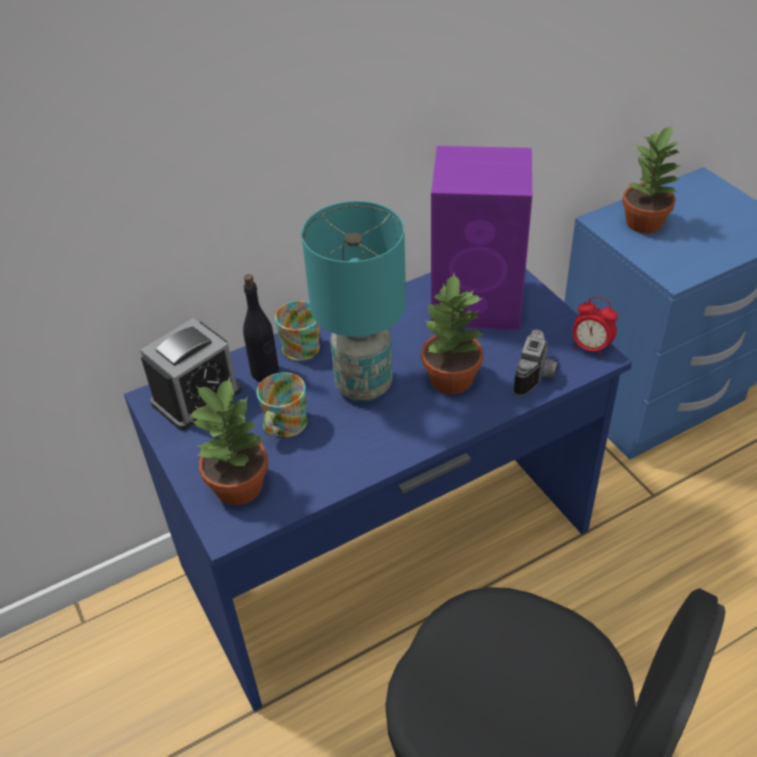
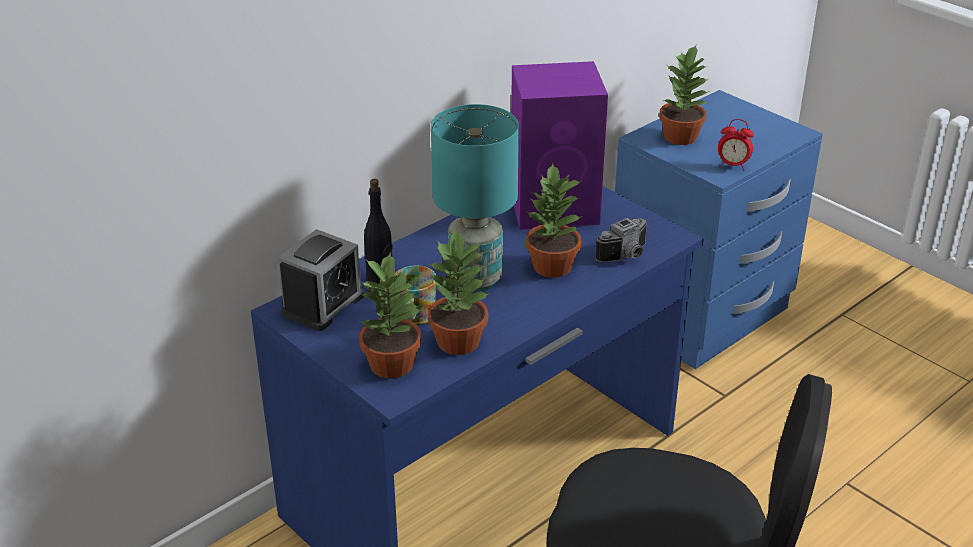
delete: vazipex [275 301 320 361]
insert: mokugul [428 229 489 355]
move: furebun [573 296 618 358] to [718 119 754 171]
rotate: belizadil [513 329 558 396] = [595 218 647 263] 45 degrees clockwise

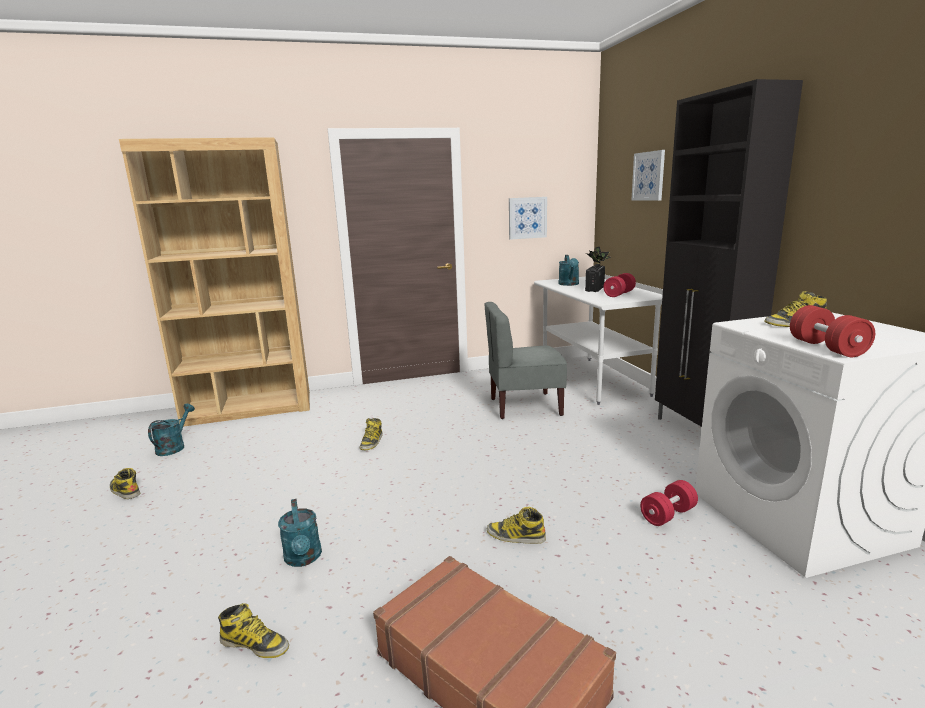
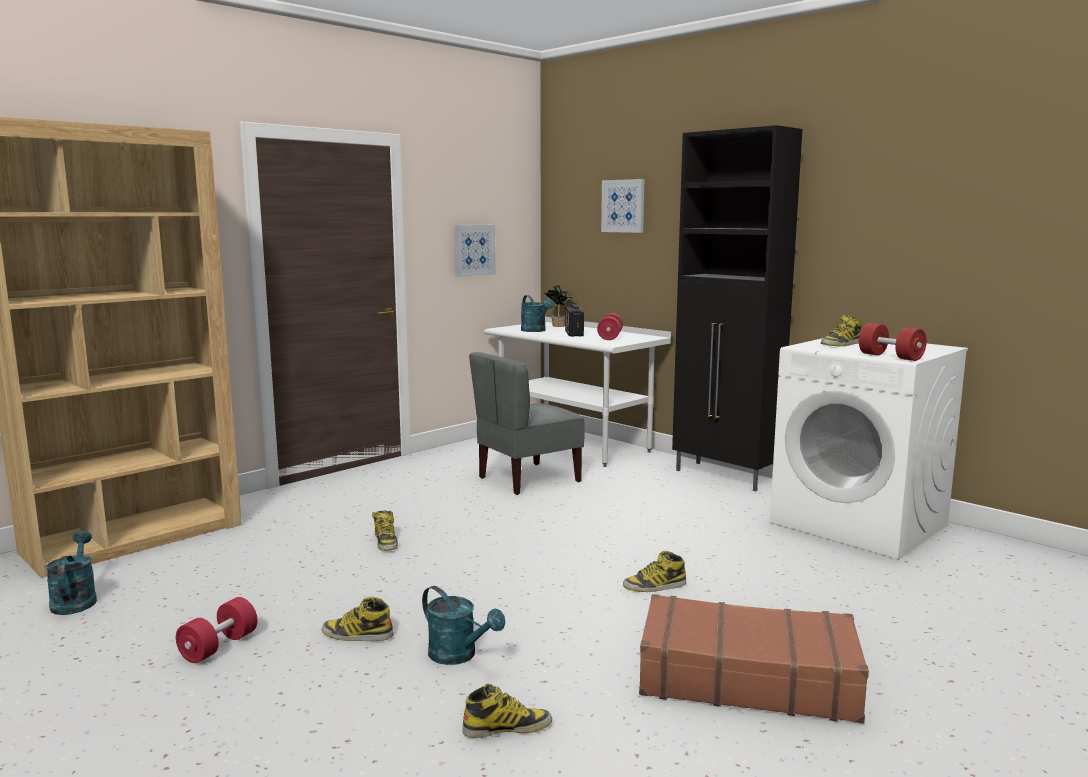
move: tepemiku [110 468 140 499] to [322 597 394 641]; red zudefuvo [640 480 698 526] to [176 597 257 663]

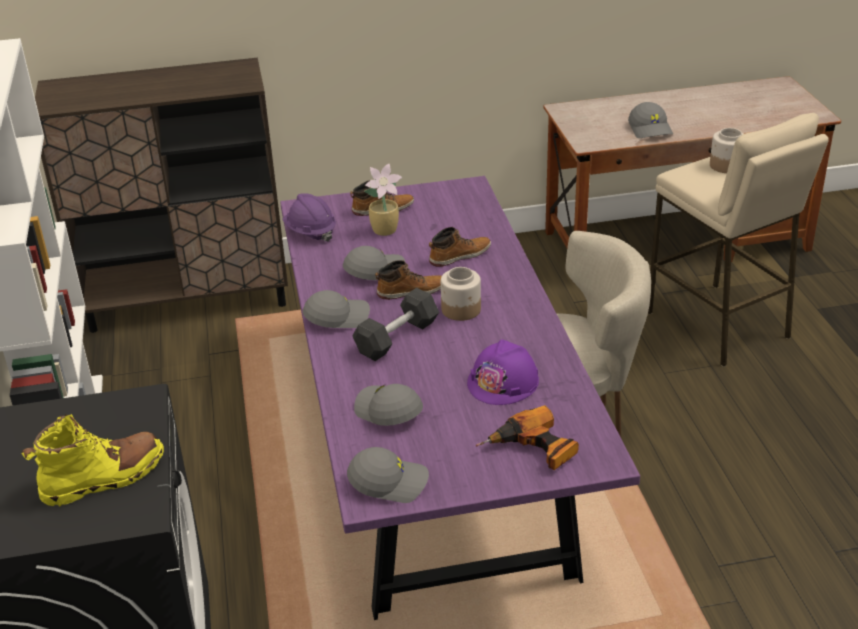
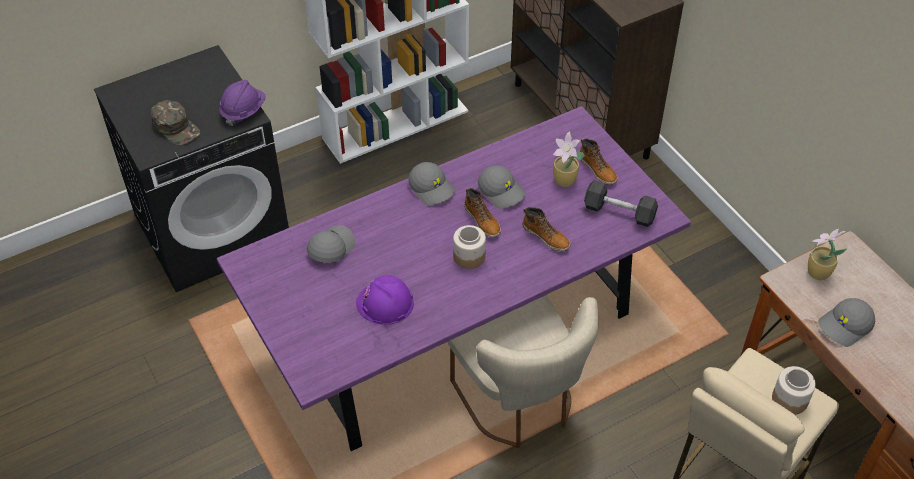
delete: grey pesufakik [347 447 429 503]; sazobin [476 405 579 470]
insert: mokugul [808 229 847 280]
move: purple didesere [282 193 336 242] to [219 80 266 126]; grey zudefuvo [352 288 439 361] to [584 180 658 227]
replace: yellow tepemiku [21 414 164 507] to green pesufakik [151 100 200 145]

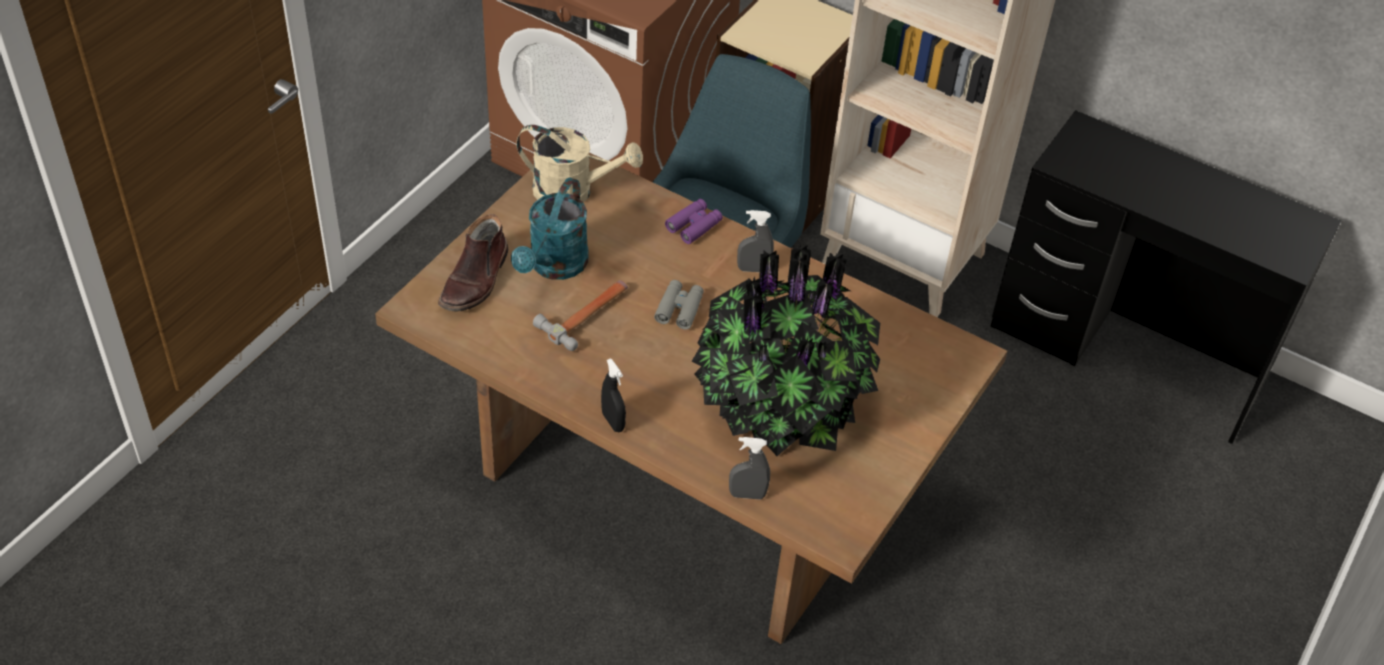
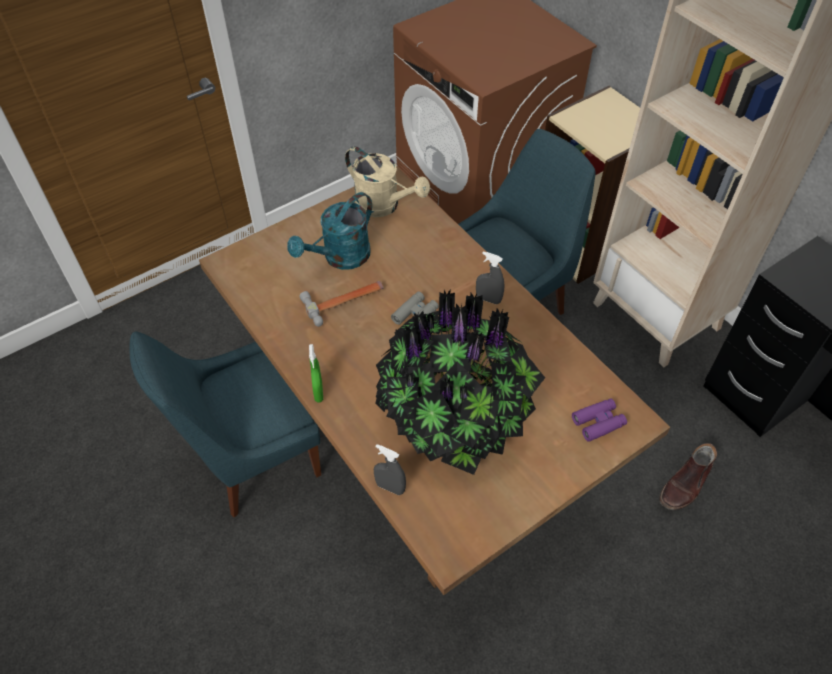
insert: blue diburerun [129 331 321 518]
move: brown tepemiku [438 214 508 312] to [659 443 717 510]; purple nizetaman [665 199 723 244] to [572 398 627 442]
recolor: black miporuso [601 358 626 432] to green miporuso [309 344 323 402]

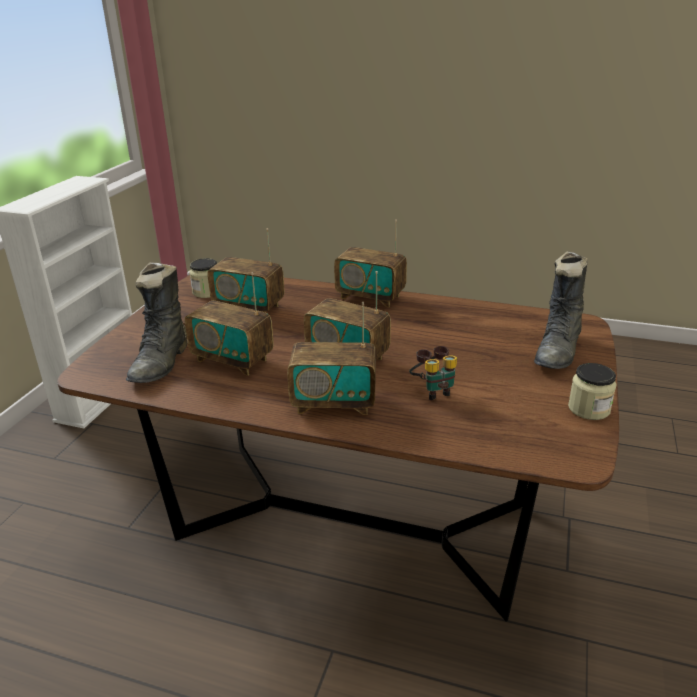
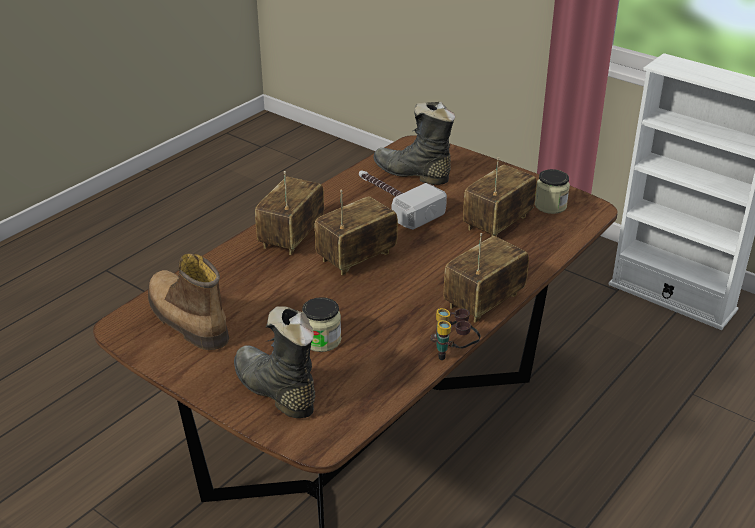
insert: tepemiku [148 254 229 350]
move: nizetaman [409 346 457 400] to [430 308 481 360]; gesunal [568 363 617 420] to [302 297 341 352]
replace: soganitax [185 273 274 376] to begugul [359 170 447 230]

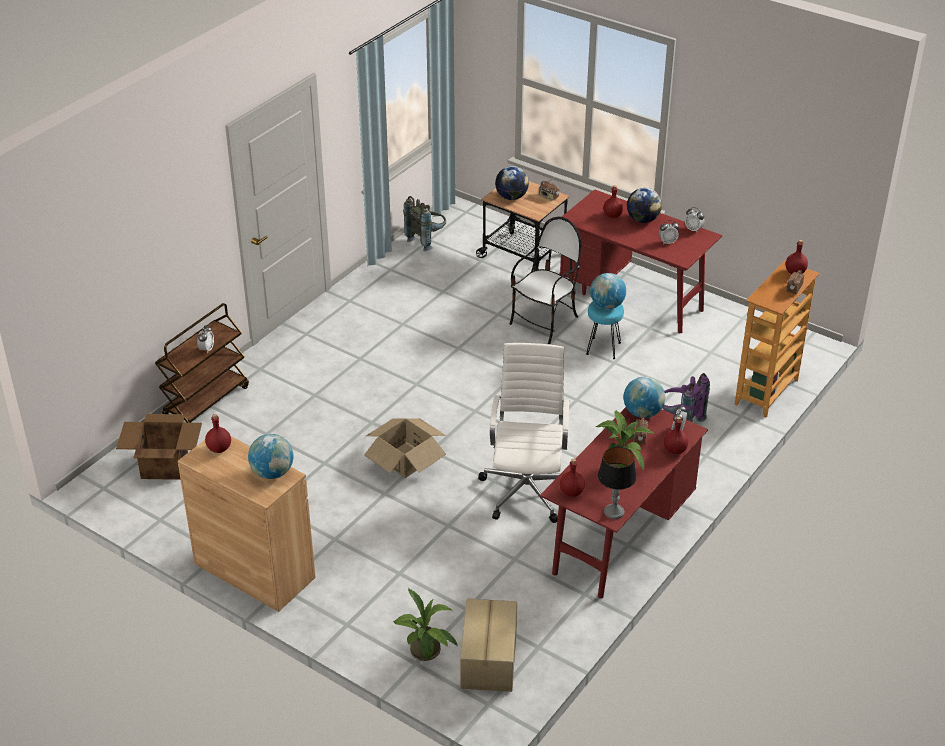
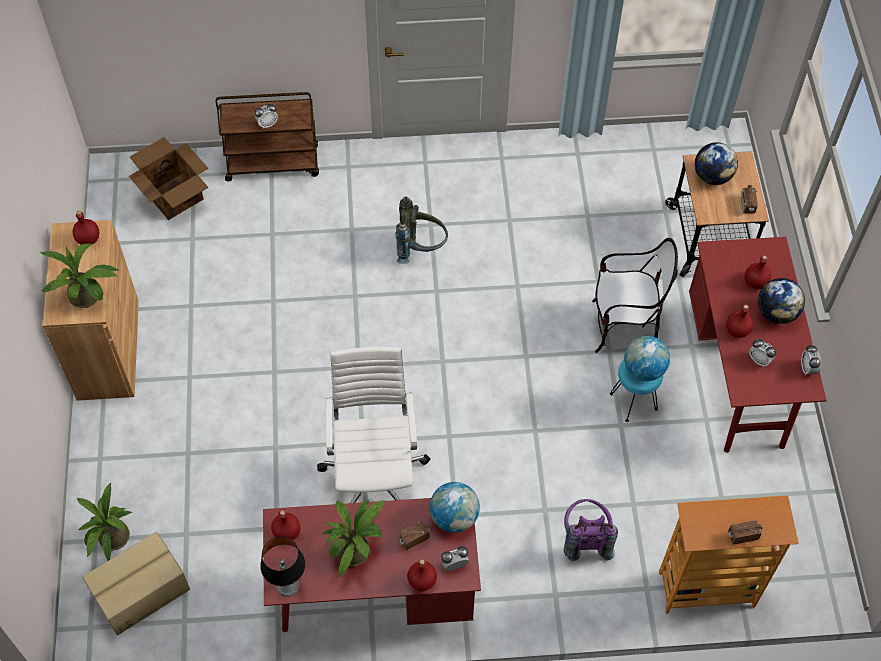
delete: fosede [364 418 446 478]
move: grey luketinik [403 196 446 251] to [395 197 448 264]; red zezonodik [786 240 808 274] to [726 305 753 338]
replace: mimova [248 434 293 479] to mokugul [41 243 120 308]
rotate: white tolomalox [478 343 569 523] = [317 347 430 503] 60 degrees counterclockwise

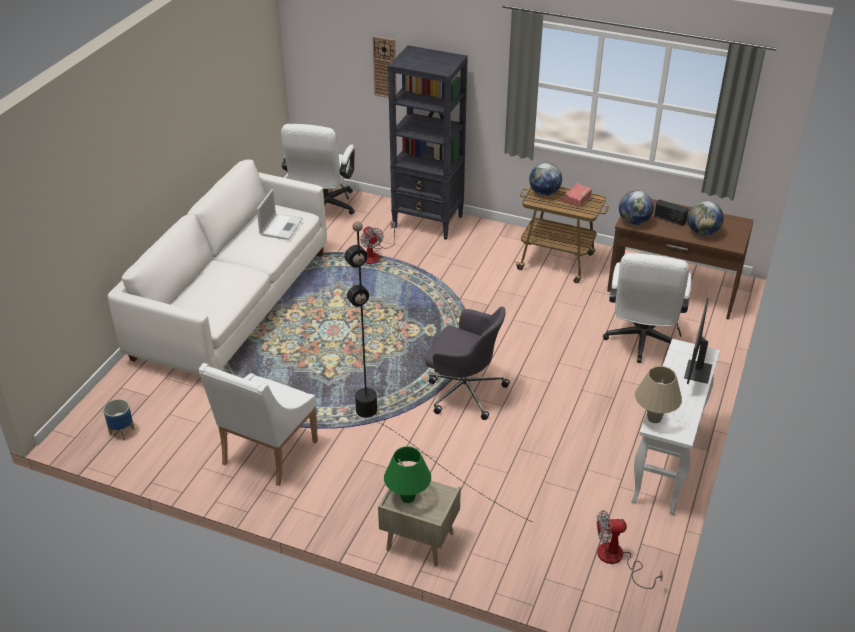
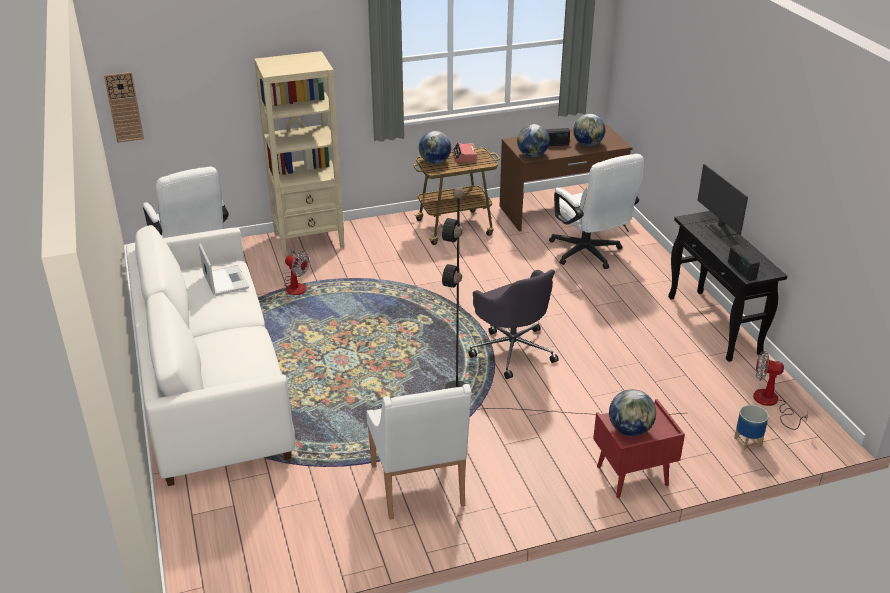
move: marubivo [103 399 135 440] to [734 405 769 451]; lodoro [373 36 396 98] to [104 72 144 143]
replace: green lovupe [384 446 431 503] to mimova [609 389 656 436]; beige lovupe [635 366 682 423] to soganitax [728 245 760 281]
recolor: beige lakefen [378 481 461 567] to red lakefen [593 399 685 498]; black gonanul [388 45 468 240] to beige gonanul [254 51 344 258]; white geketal [631 339 720 515] to black geketal [668 211 787 362]
rotate: grey tolomalox [425 307 510 420] = [468 269 559 379] 75 degrees clockwise; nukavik [597 510 663 589] = [753 351 808 430] 60 degrees clockwise

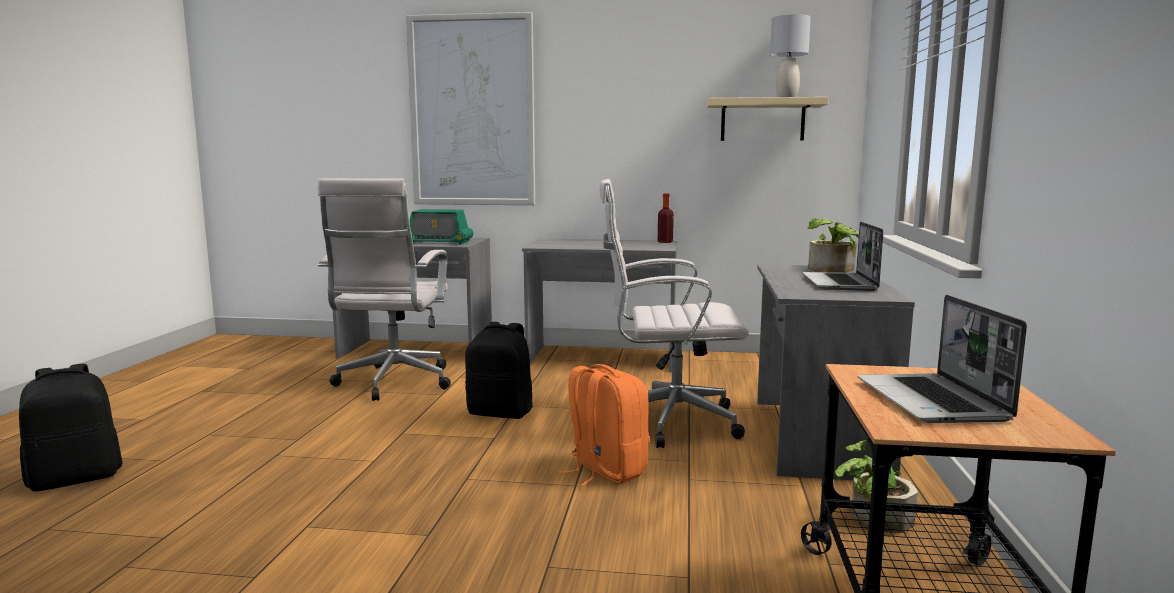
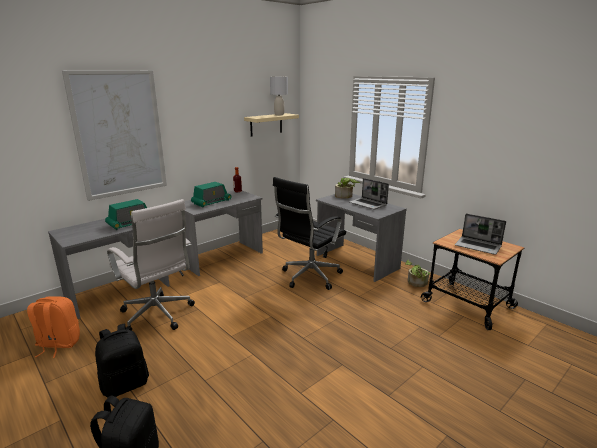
insert: soganitax [191 182 232 208]
move: black luketinik [465 322 533 419] to [95 324 149 398]; orange luketinik [559 364 649 486] to [27 296 80 358]
recolor: white tolomalox [600 179 749 448] to black tolomalox [273 177 346 290]

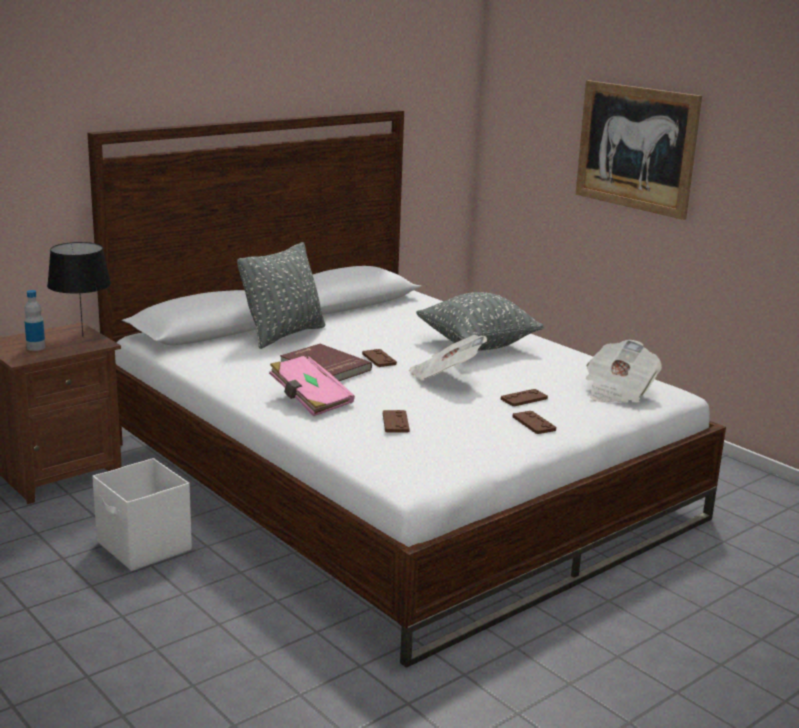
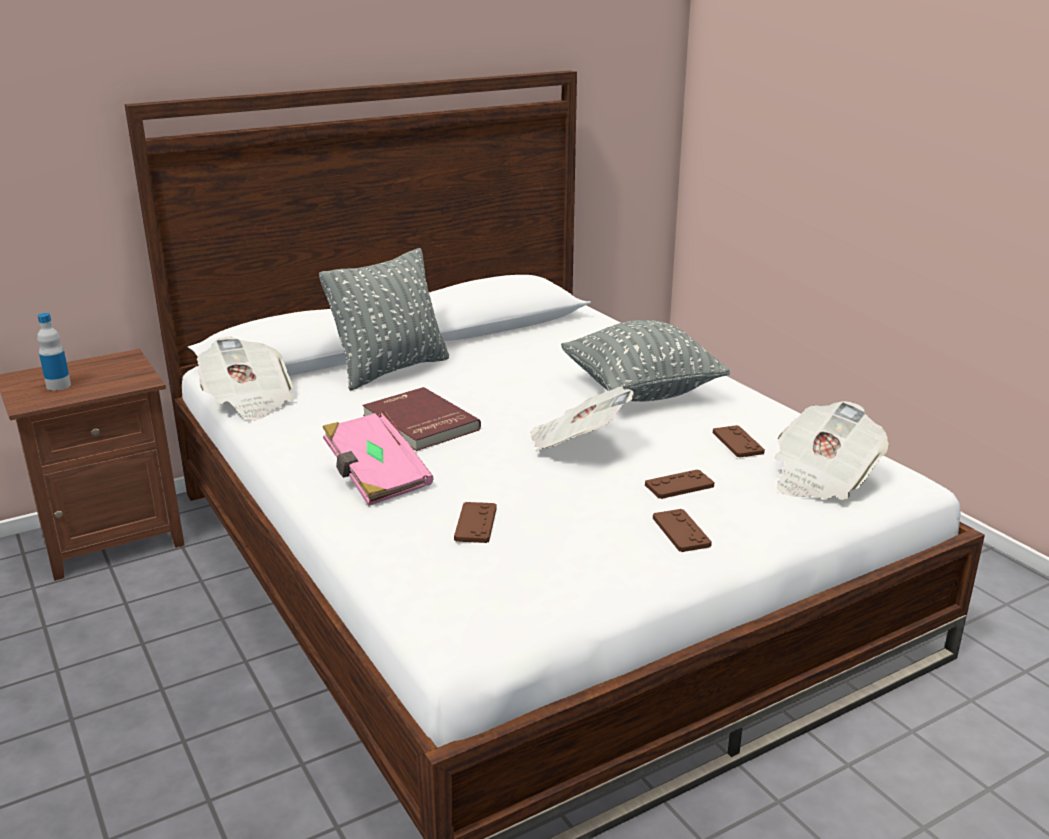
delete: black lovupe [47 242 111 337]; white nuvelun [92 458 192 571]; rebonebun [575 80 702 220]
insert: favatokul [197 337 295 421]
move: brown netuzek [362 349 397 367] to [713 425 765 458]

